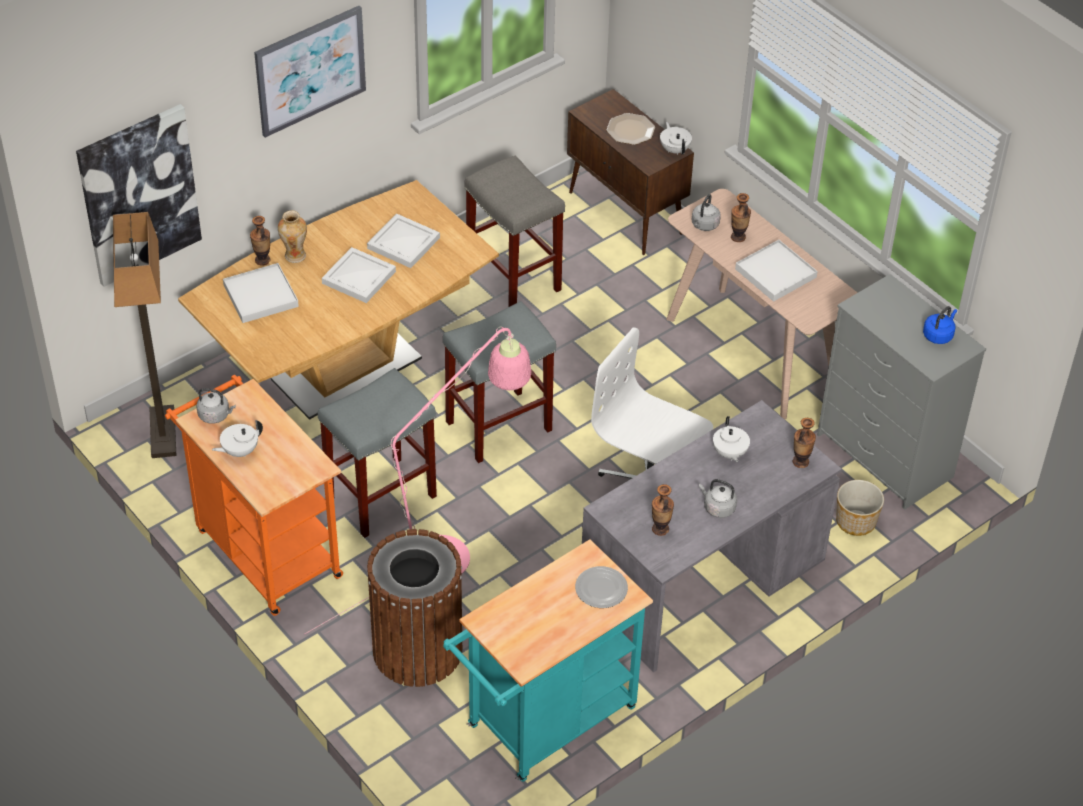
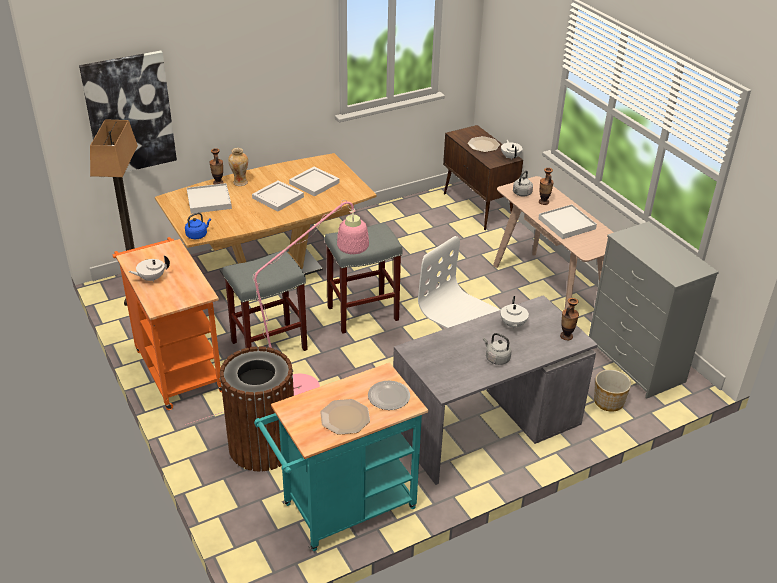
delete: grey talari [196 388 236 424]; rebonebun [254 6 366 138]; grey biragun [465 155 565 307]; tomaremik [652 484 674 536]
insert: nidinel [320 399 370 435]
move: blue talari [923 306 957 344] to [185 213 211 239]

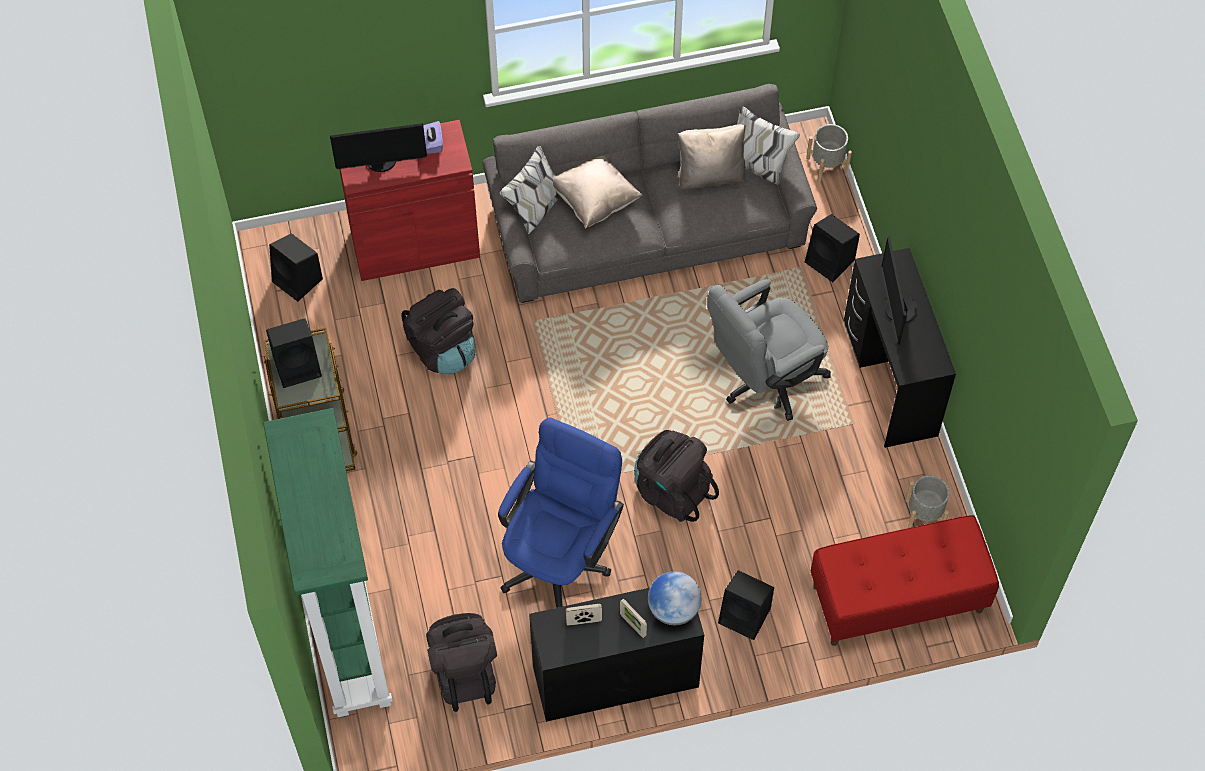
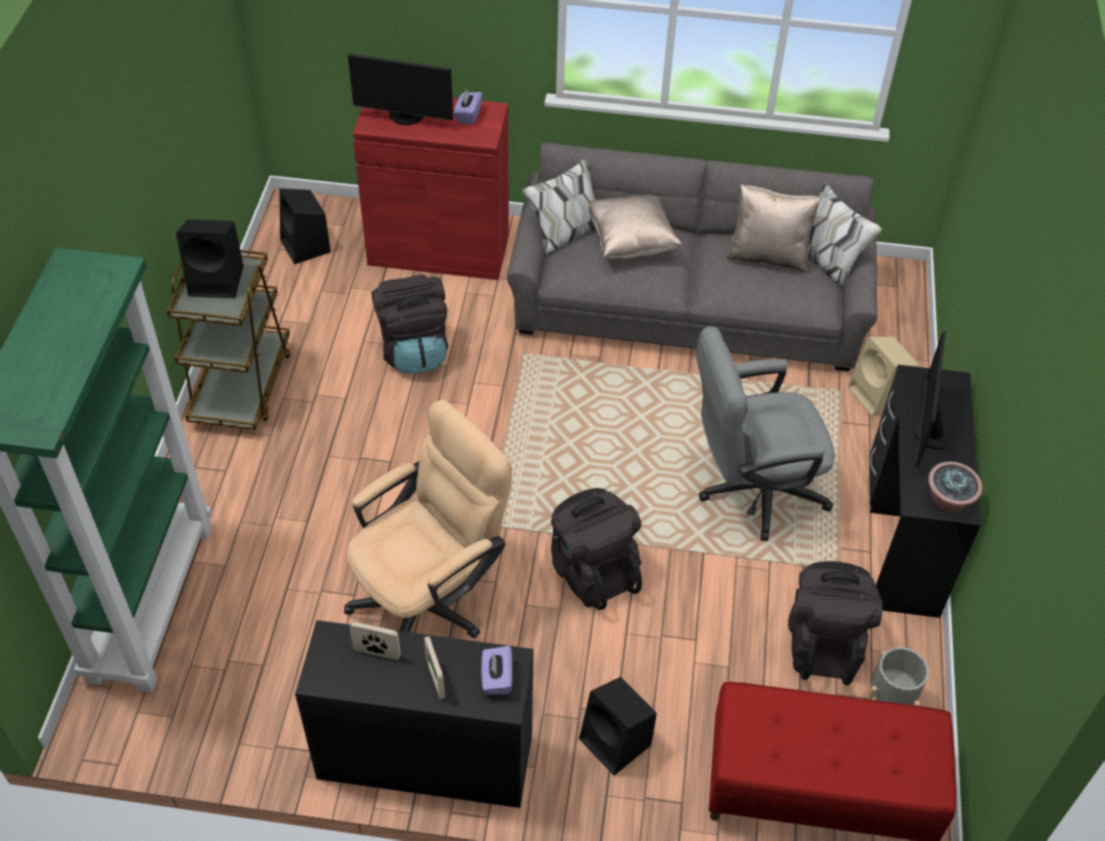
delete: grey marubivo [806 124 852 182]
insert: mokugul [928 462 983 513]
move: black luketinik [426 613 497 712] to [788 561 883 685]
replace: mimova [648 572 701 625] to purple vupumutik [481 646 512 695]
recolor: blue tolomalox [498 418 624 608] to beige tolomalox [344 400 512 638]; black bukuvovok [805 214 860 282] to beige bukuvovok [848 337 919 417]

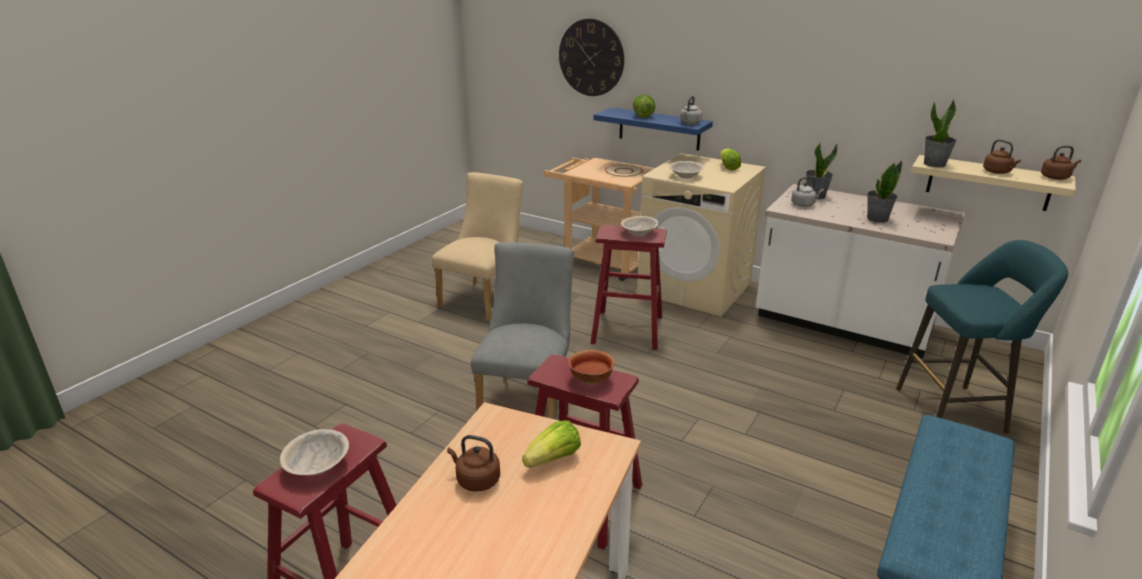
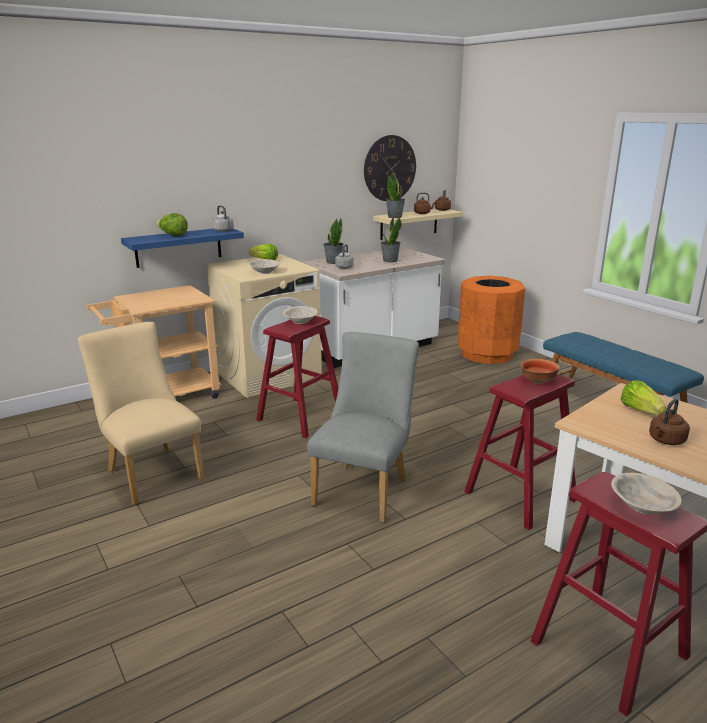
delete: beige nidinel [605 164 643 177]
move: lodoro [559 19 624 96] to [364 135 416 201]
replace: turquoise biragun [896 240 1068 434] to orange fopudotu [458 276 525 364]
rotate: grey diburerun [471 242 574 419] = [307 332 419 522] 75 degrees clockwise

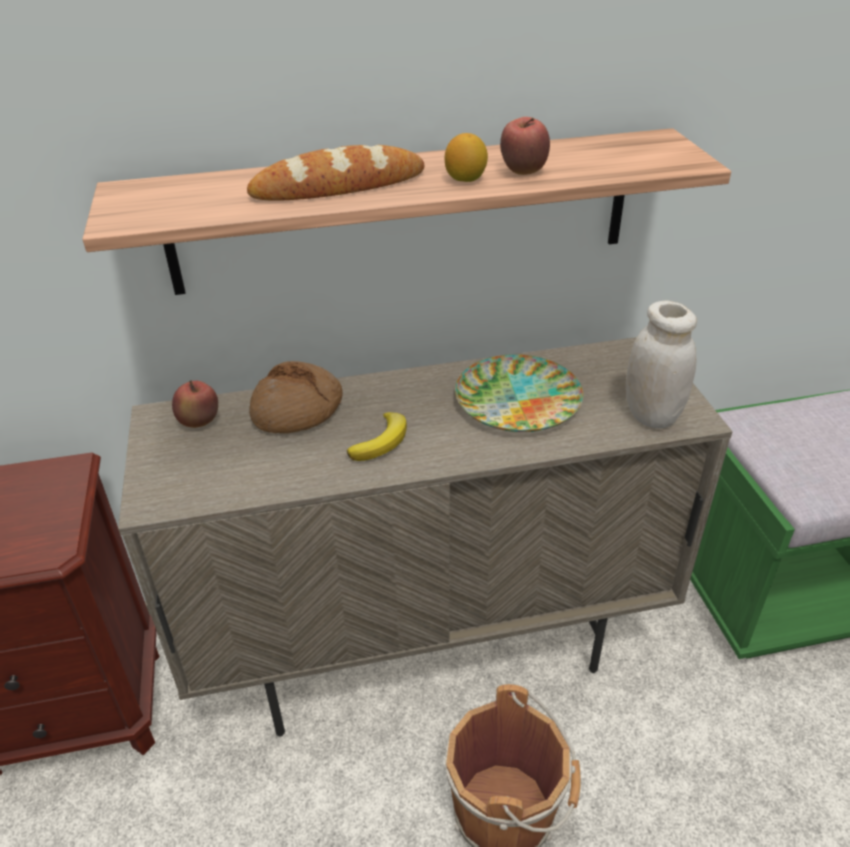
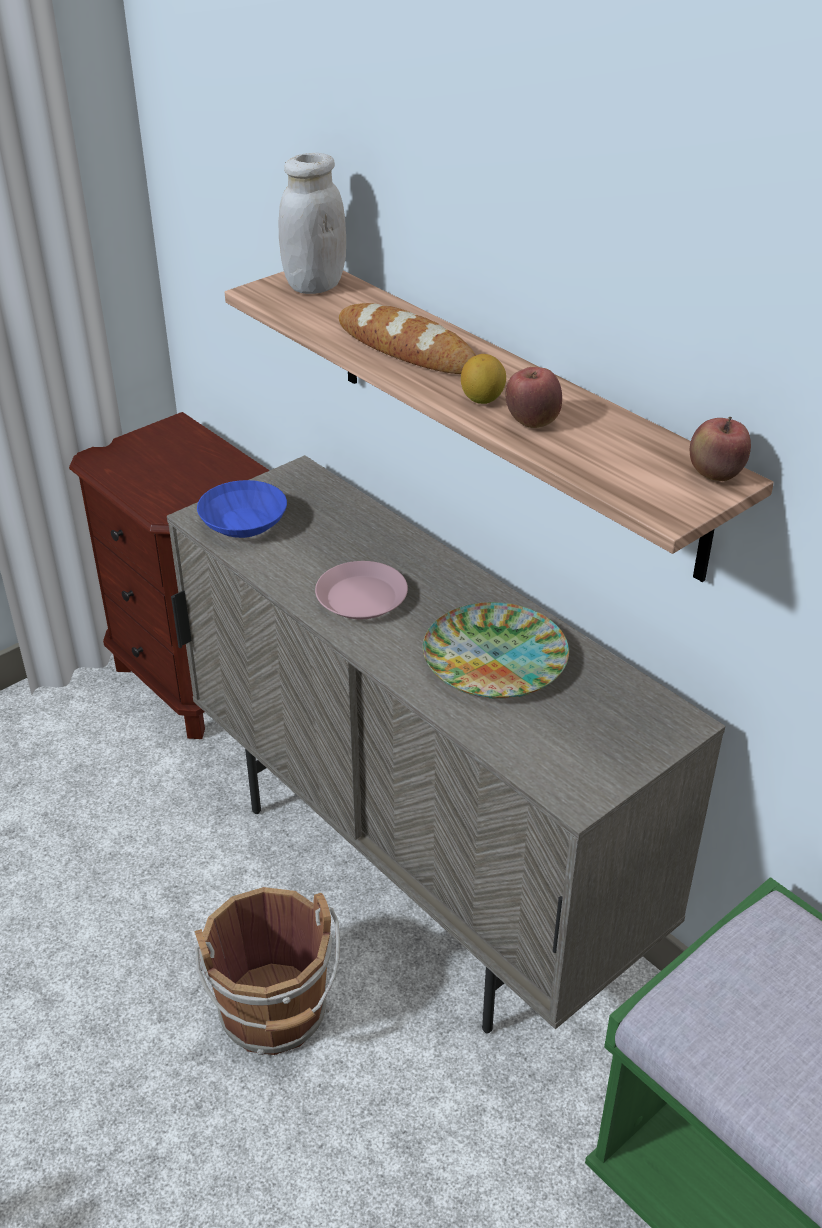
delete: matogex [249 361 343 434]
insert: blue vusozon [197 480 287 538]
move: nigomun [172 380 218 428] to [690 417 751 481]; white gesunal [626 301 697 429] to [279 153 346 294]
replace: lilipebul [347 412 407 461] to pink nidinel [315 561 408 619]

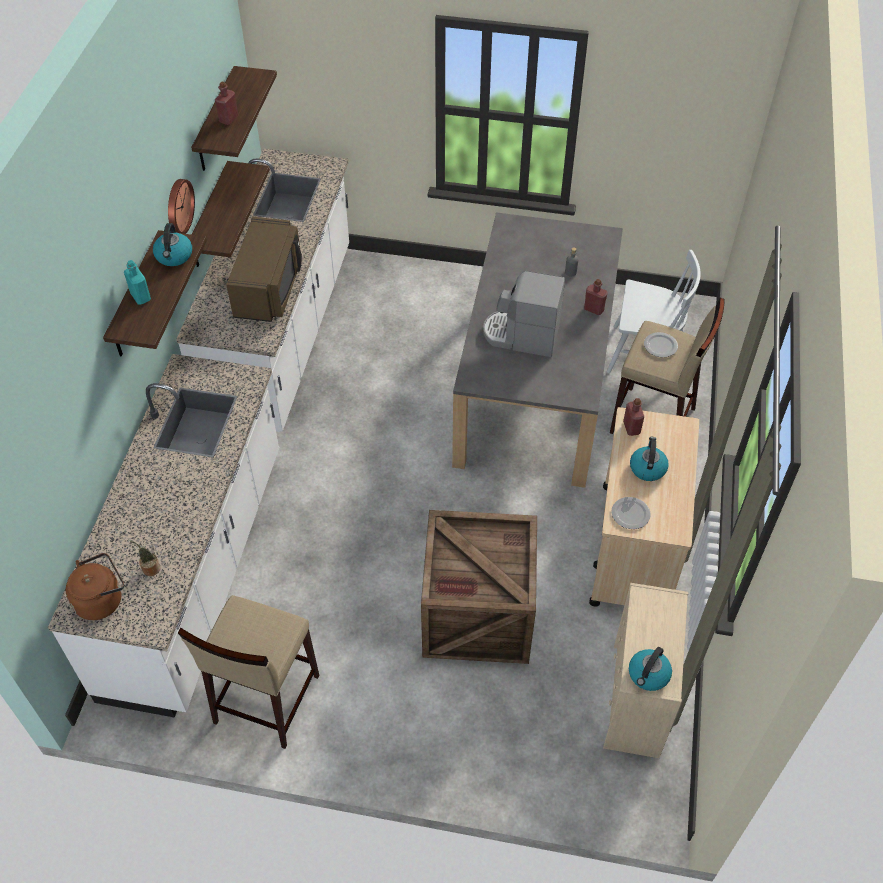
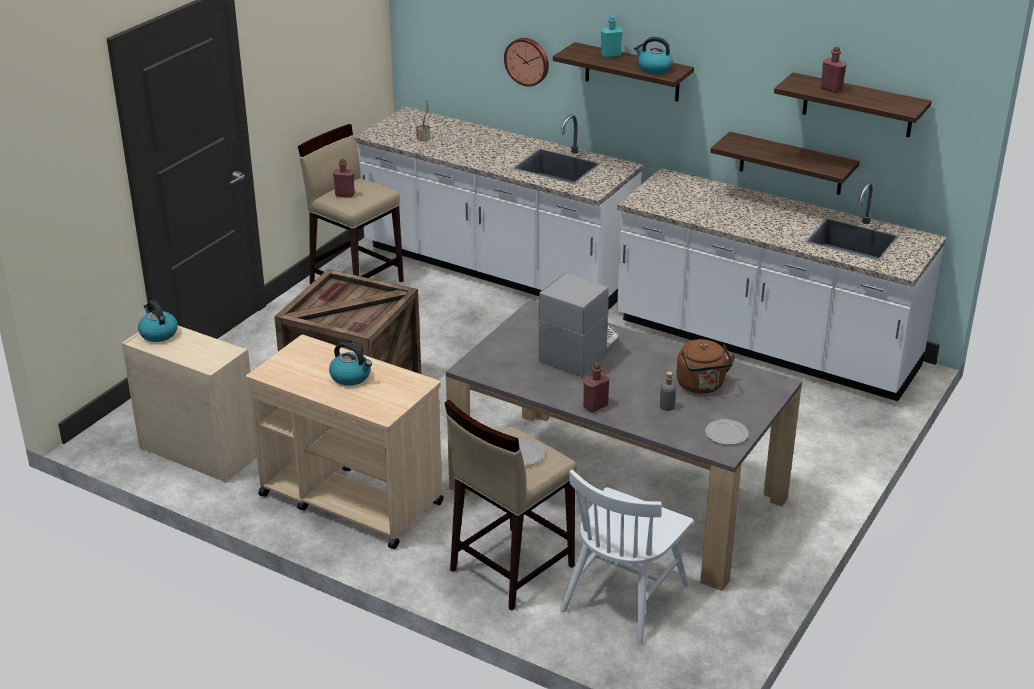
delete: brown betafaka [226 217 302 322]
move: brown talari [66 553 124 620] to [676 339 736 394]; lodoro [168 179 195 234] to [504 38 549 87]; nidinel [611 497 651 529] to [705 419 749 445]; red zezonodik [623 398 644 436] to [333 159 355 198]

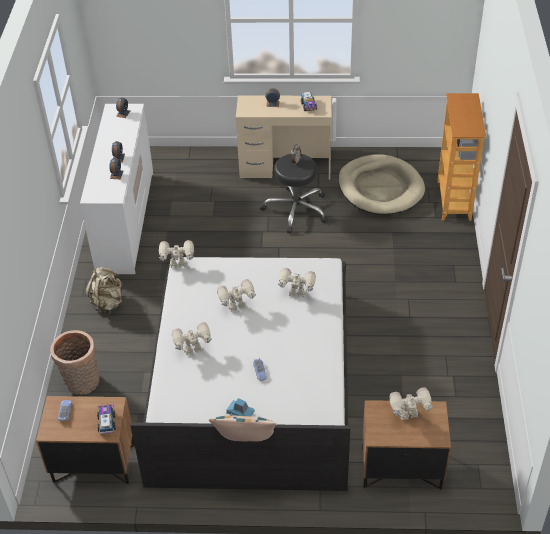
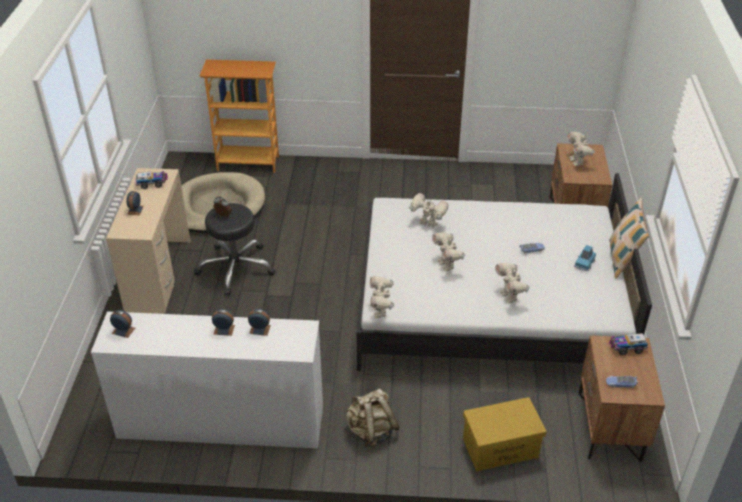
replace: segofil [50 330 100 395] to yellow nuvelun [463 397 547 471]
rotate: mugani [278 268 316 297] = [409 193 448 228] 105 degrees clockwise

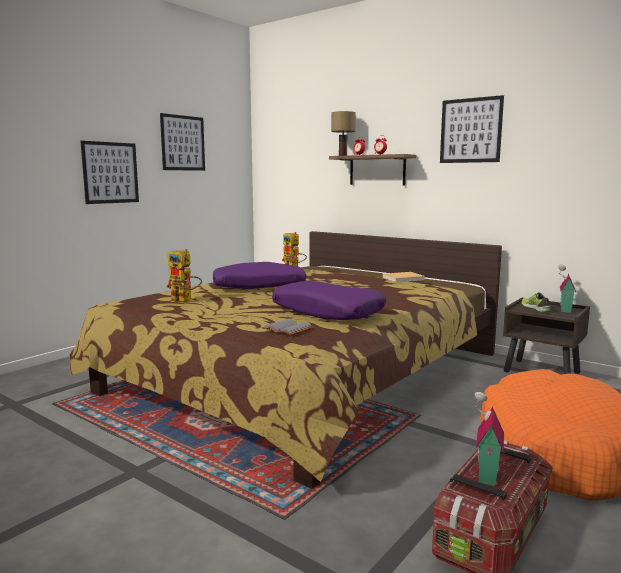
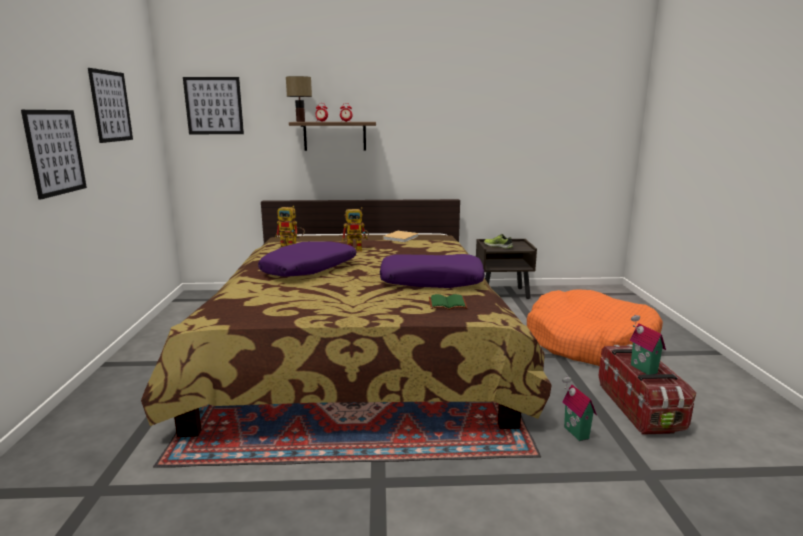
move: mugani [166 249 202 303] to [342 207 369 252]; rebonebun [440 95 504 163] to [183 77 244 134]; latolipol [558 265 576 313] to [562 377 597 441]
recolor: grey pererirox [262 319 314 336] to green pererirox [429 294 467 310]

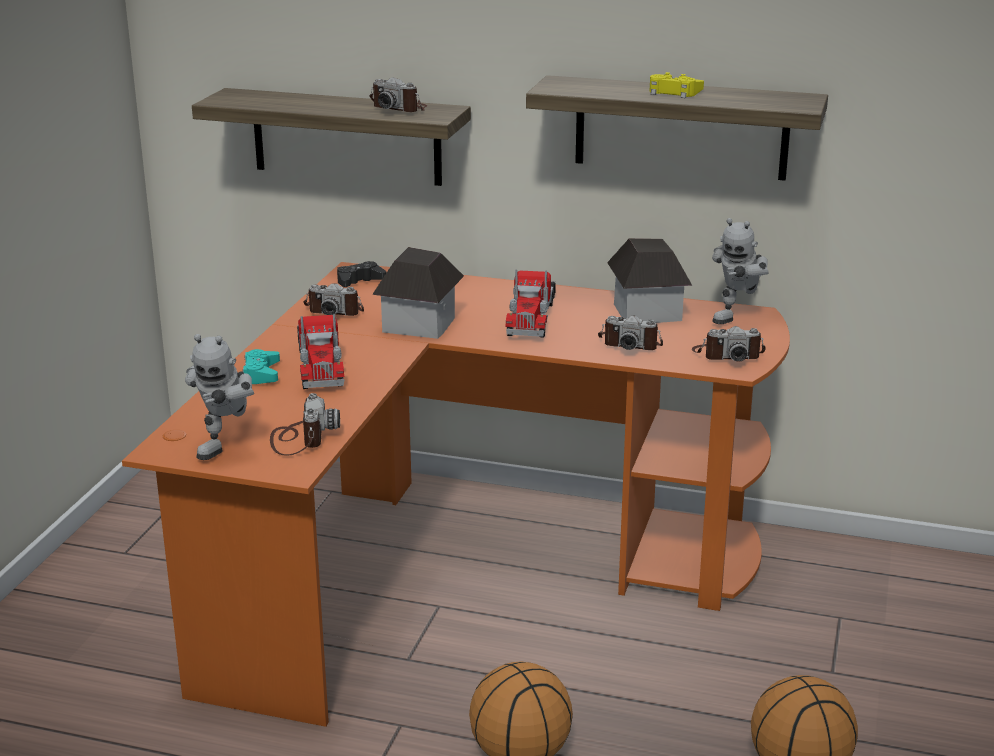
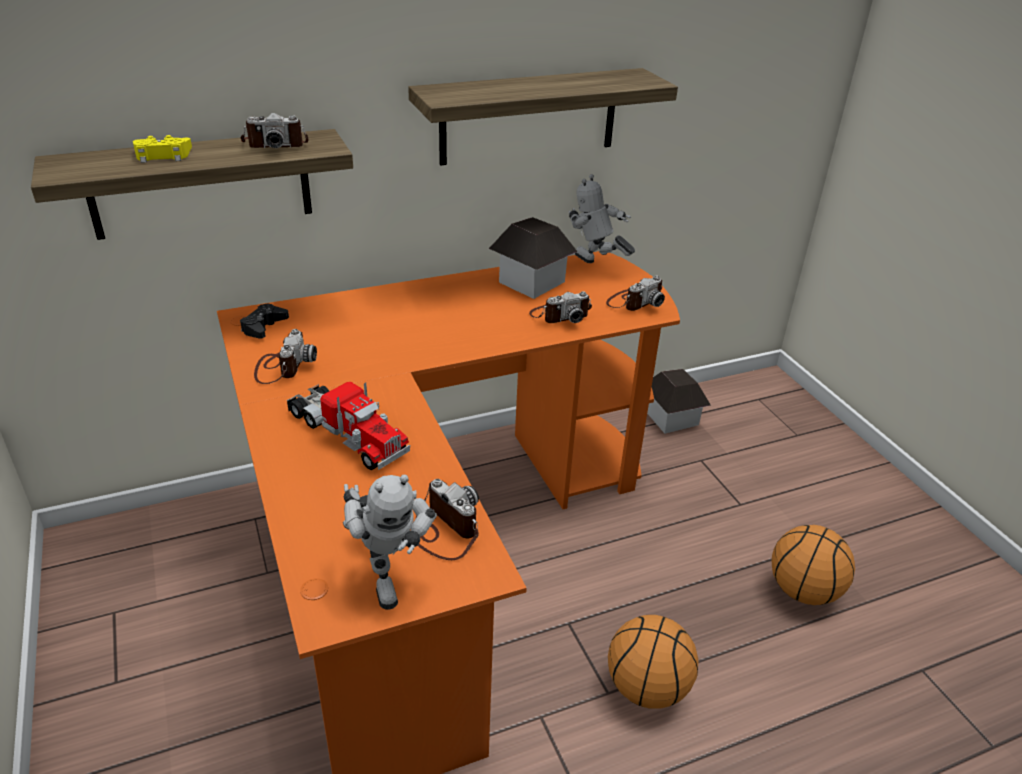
delete: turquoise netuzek [243 349 280 384]; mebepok [505 269 556 338]
move: latolipol [372 247 464 339] to [647 369 711 434]; yellow netuzek [649 72 704 98] to [133 135 192 163]
rotate: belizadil [303 283 364 316] = [254 329 317 384] 60 degrees counterclockwise; mugani [712 218 769 324] = [568 174 635 263] 135 degrees clockwise

